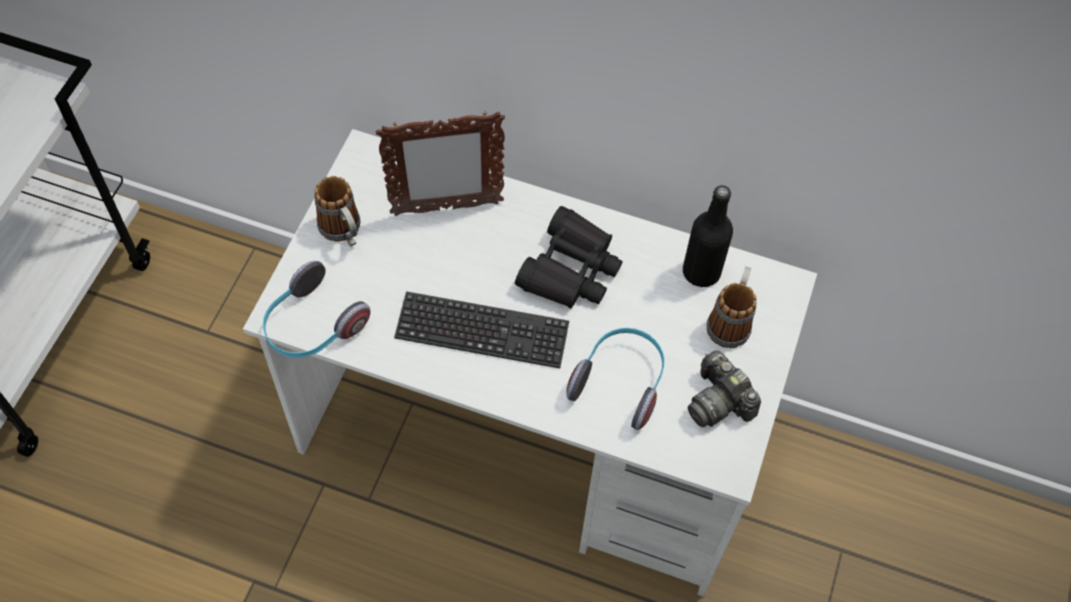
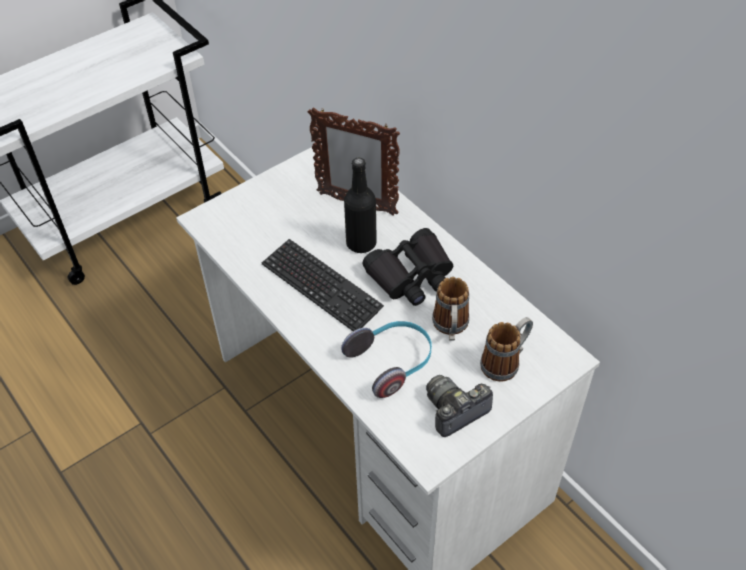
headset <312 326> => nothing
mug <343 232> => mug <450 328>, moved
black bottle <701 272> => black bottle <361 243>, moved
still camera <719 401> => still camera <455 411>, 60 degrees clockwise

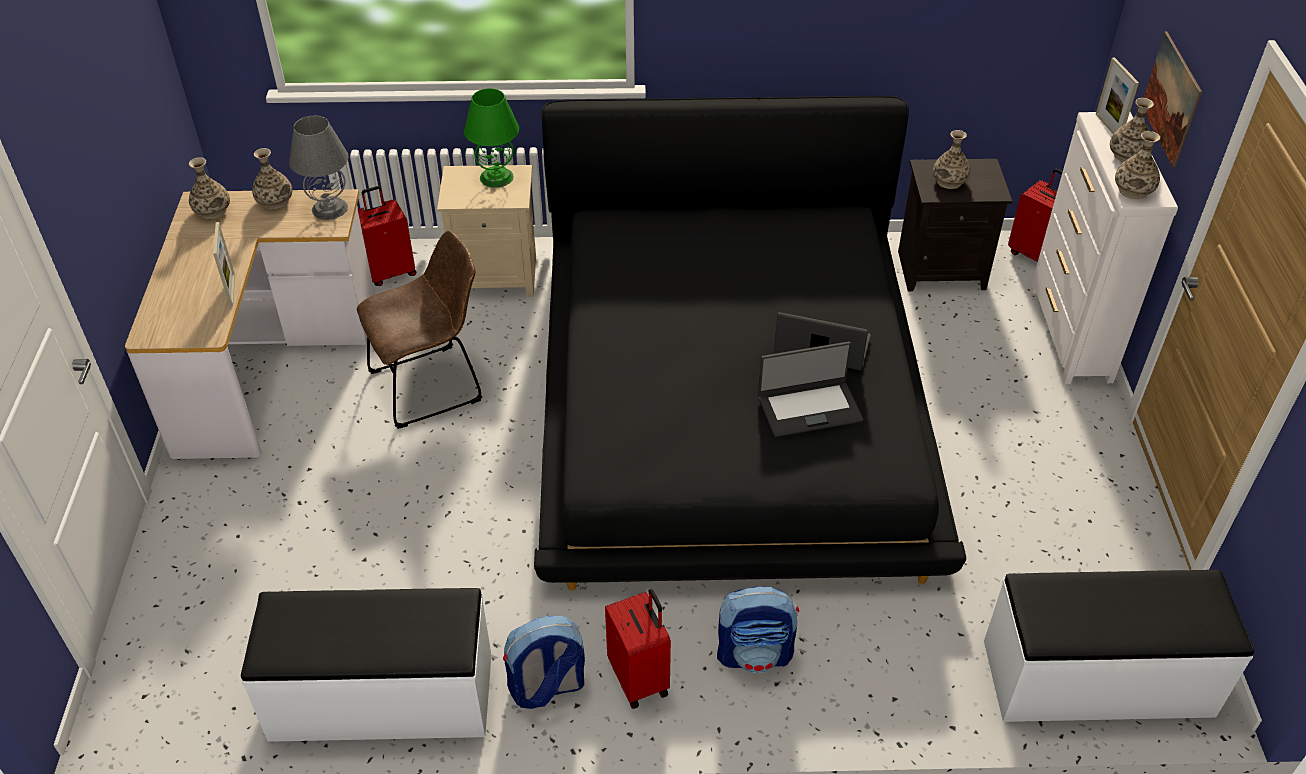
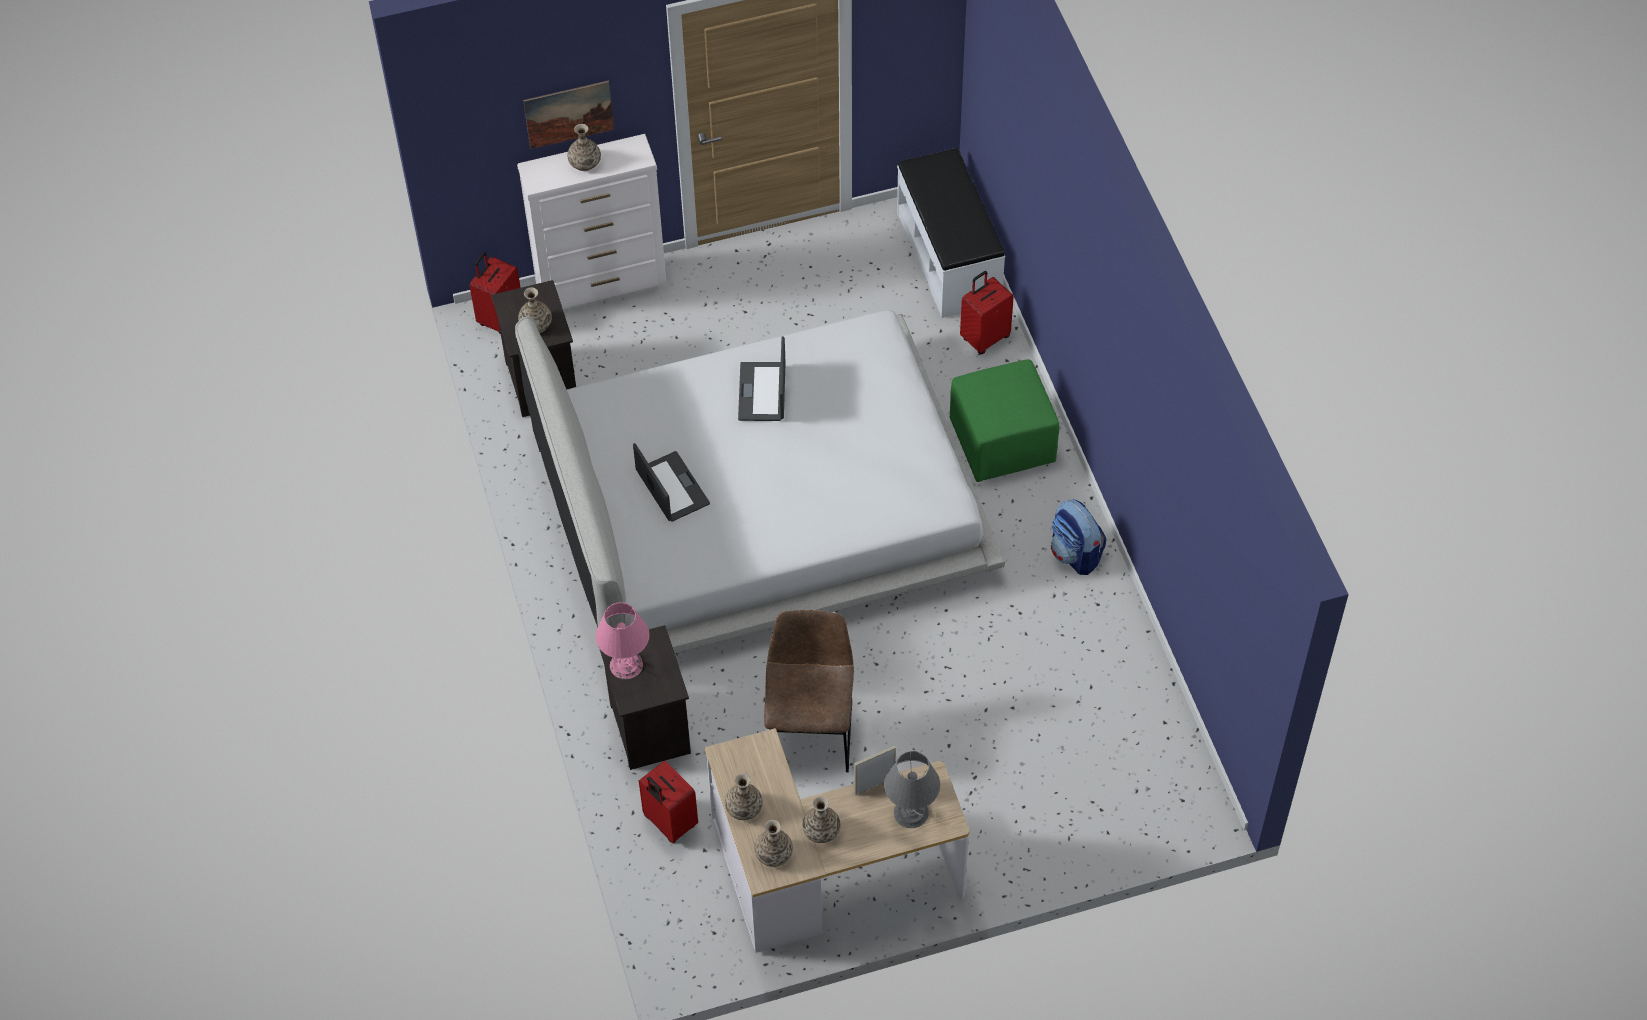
whitish long seat <382 698> => nothing
gray lamp for a table <330 208> => gray lamp for a table <910 812>, moved
brownish upright chair <431 384> => brownish upright chair <810 730>, 45 degrees clockwise
sand-coloured night table <497 276> => black night table <648 727>
green lamp for a table <496 177> => pinkish lamp for a table <626 665>
black bed <730 402> => whitish bed <759 505>
red-coloured piece of luggage <640 678> => red-coloured piece of luggage <984 337>, moved
knapsack <755 653> => green footrest <1001 441>
portable computer <809 408> => portable computer <671 488>, moved
picture frame <1108 126> => nothing
decorative vase <1133 190> => decorative vase <821 831>, moved

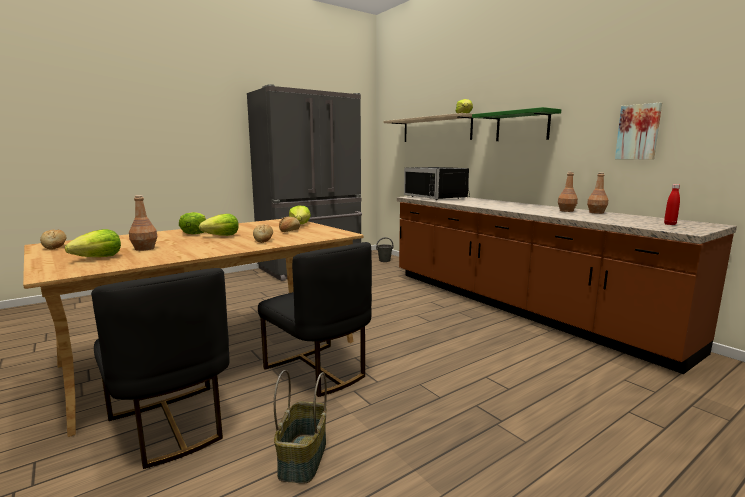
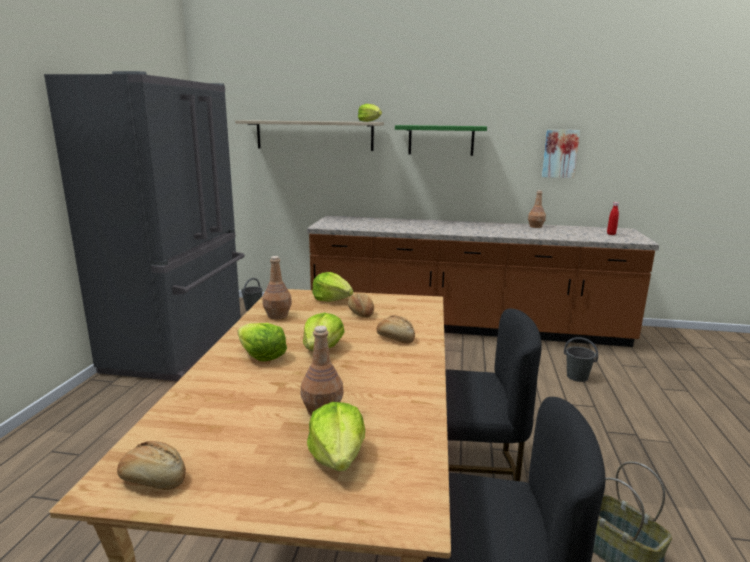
black kitchen microwave <438 197> => nothing
brownish bottle <566 211> => brownish bottle <278 315>, moved
nothing => gray bucket <577 377>

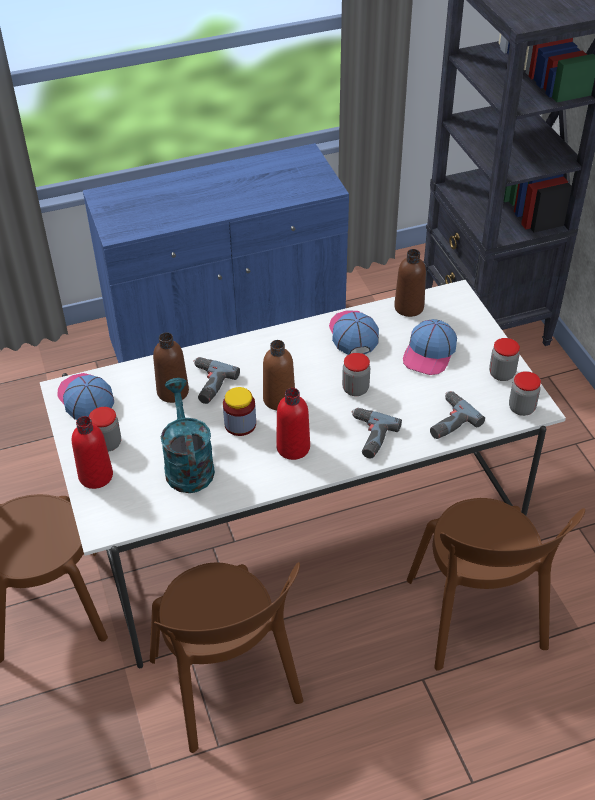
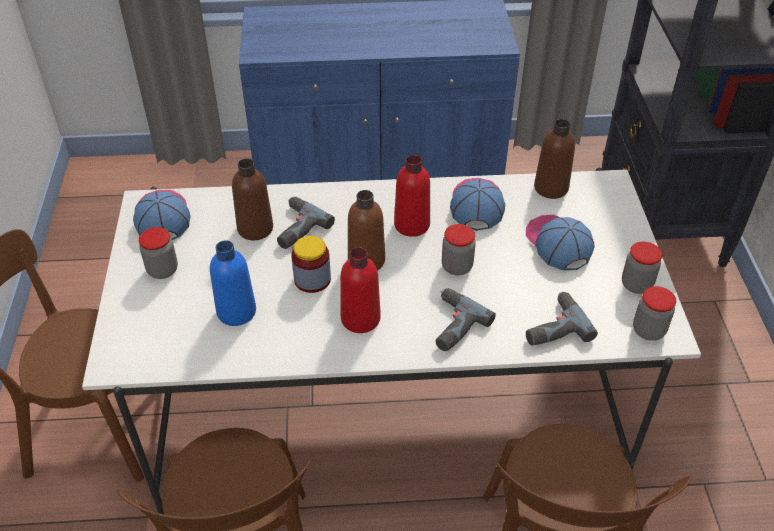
red-coloured bottle <96 476> => red-coloured bottle <412 225>, moved
blue-green watering can <187 464> => blue-coloured bottle <236 312>
cap <429 353> => cap <557 243>, 120 degrees clockwise

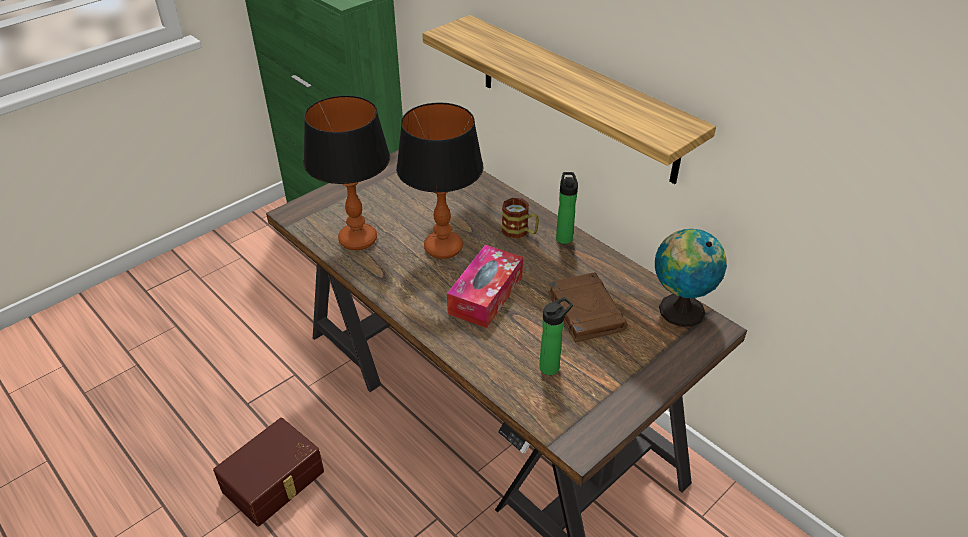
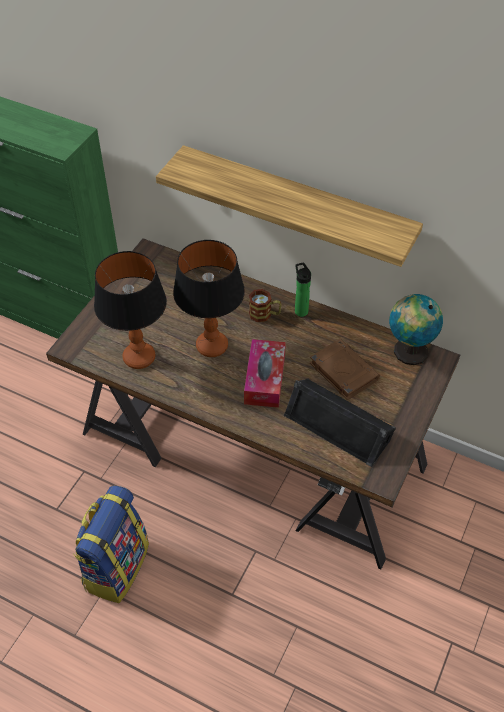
brownish storage bin <275 482> => knapsack <116 565>
bottle <552 366> => black audio speaker <339 425>

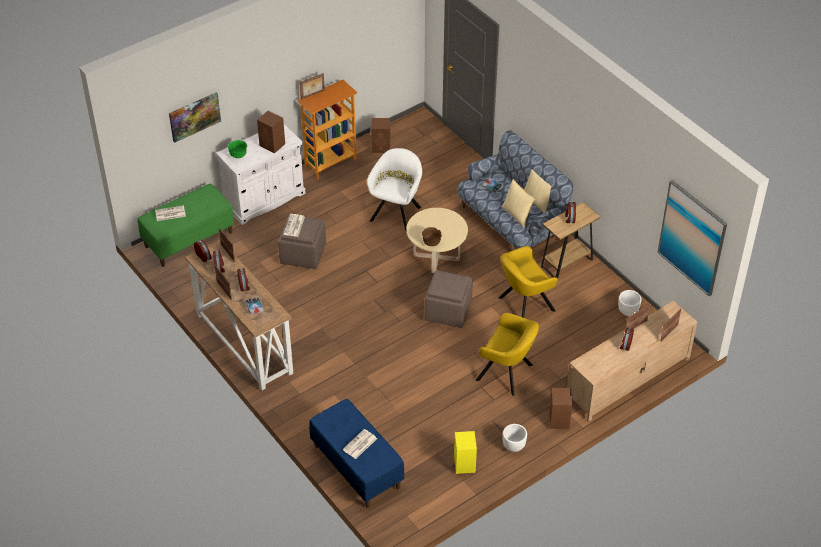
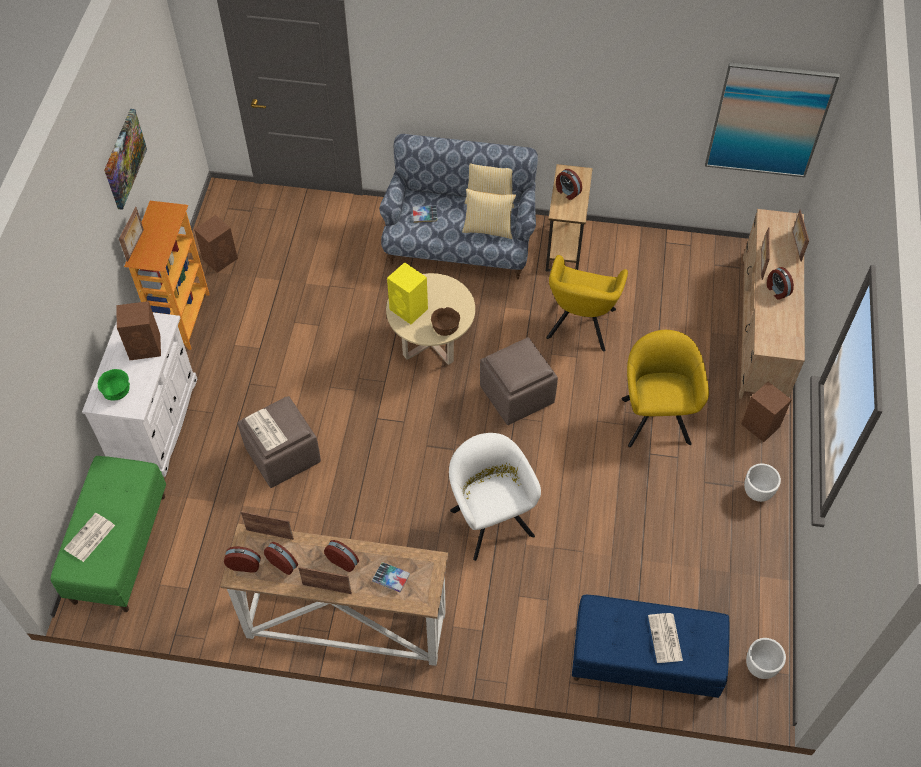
wall art <194 116> => wall art <124 158>, moved
whitish easy chair <396 212> => whitish easy chair <490 518>, moved
yellowish audio speaker <464 464> => yellowish audio speaker <409 309>, moved
yellowish easy chair <507 373> => yellowish easy chair <655 416>, 75 degrees counterclockwise
whitish planter <628 311> => whitish planter <760 666>, moved

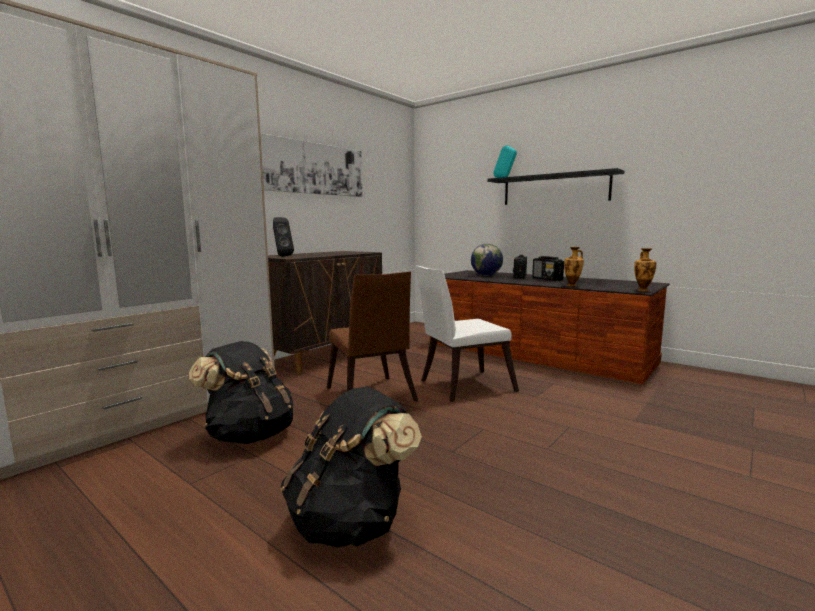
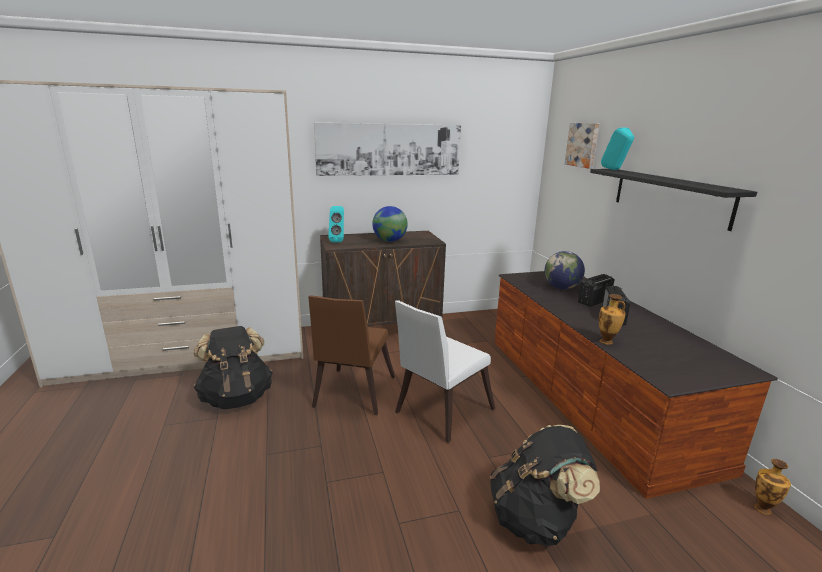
black audio speaker <282 256> => blue-green audio speaker <338 241>
black knapsack <351 522> => black knapsack <535 519>, moved
whitish upright chair <461 386> => whitish upright chair <439 413>, 60 degrees counterclockwise
decorative vase <643 290> => decorative vase <763 508>, moved
nothing => desk globe <389 241>
nothing => wall art <583 145>

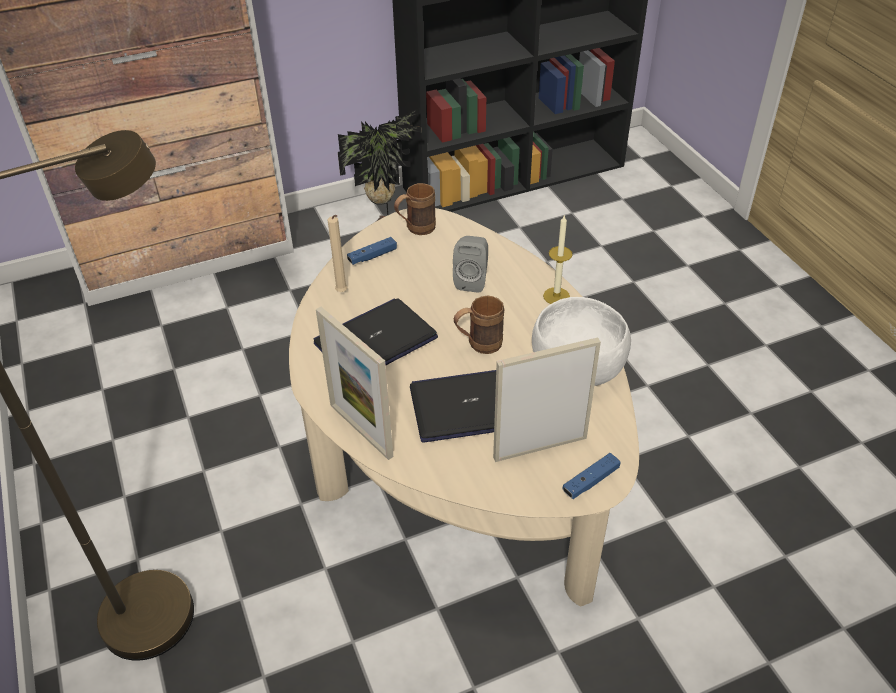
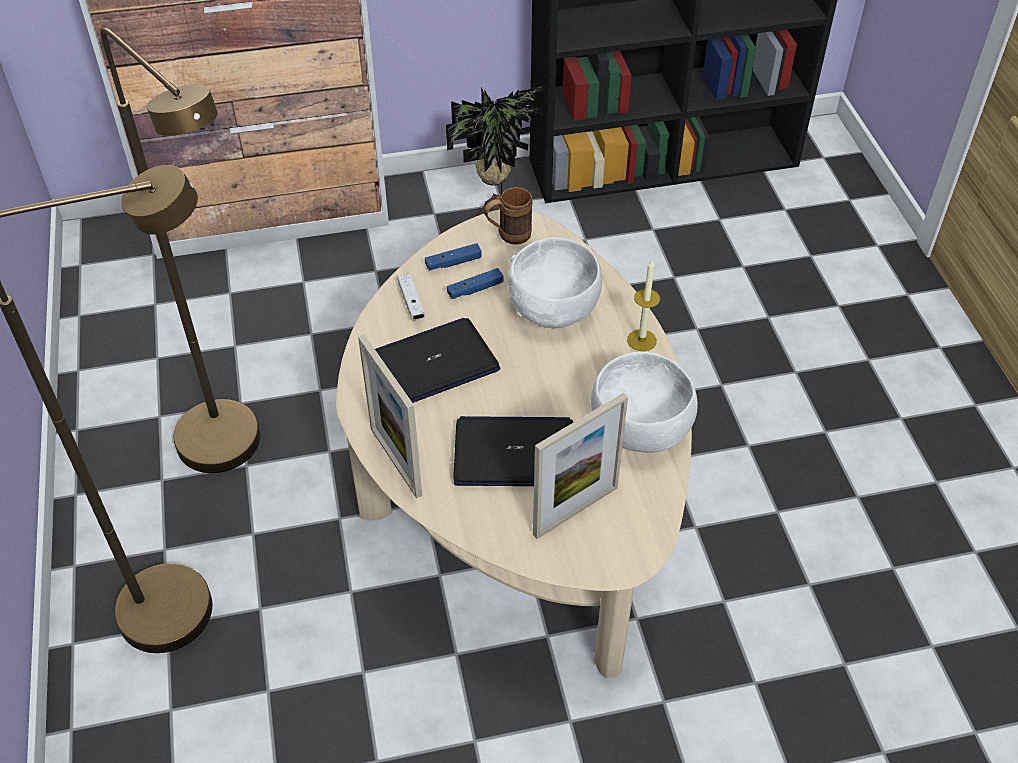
sand-coloured candle <342 293> => whitish joypad <411 302>
gray audio speaker <472 280> => whitish deep dish <554 308>
brownish mug <478 345> => nothing
picture frame <540 448> => picture frame <575 511>, 150 degrees clockwise
blue-coloured joypad <590 481> => blue-coloured joypad <475 289>, moved
nothing => brownish standard lamp <234 453>

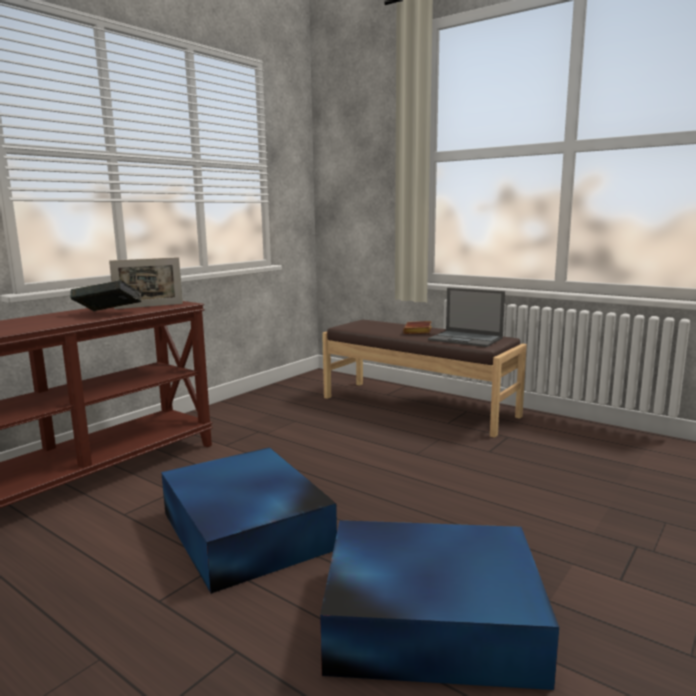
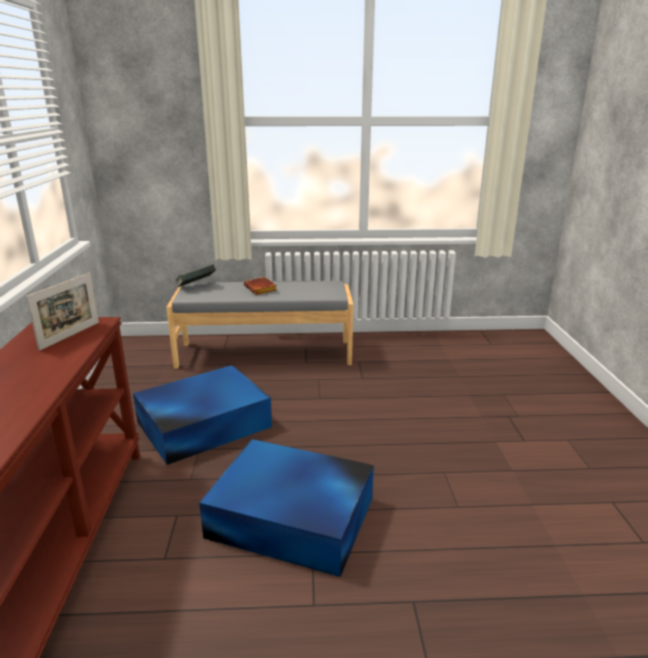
volume <108 313> => volume <196 287>, moved
blue-coloured storage bin <428 619> => blue-coloured storage bin <202 424>, moved
brownish long seat <418 406> => gray long seat <265 353>
portable computer <466 339> => nothing

